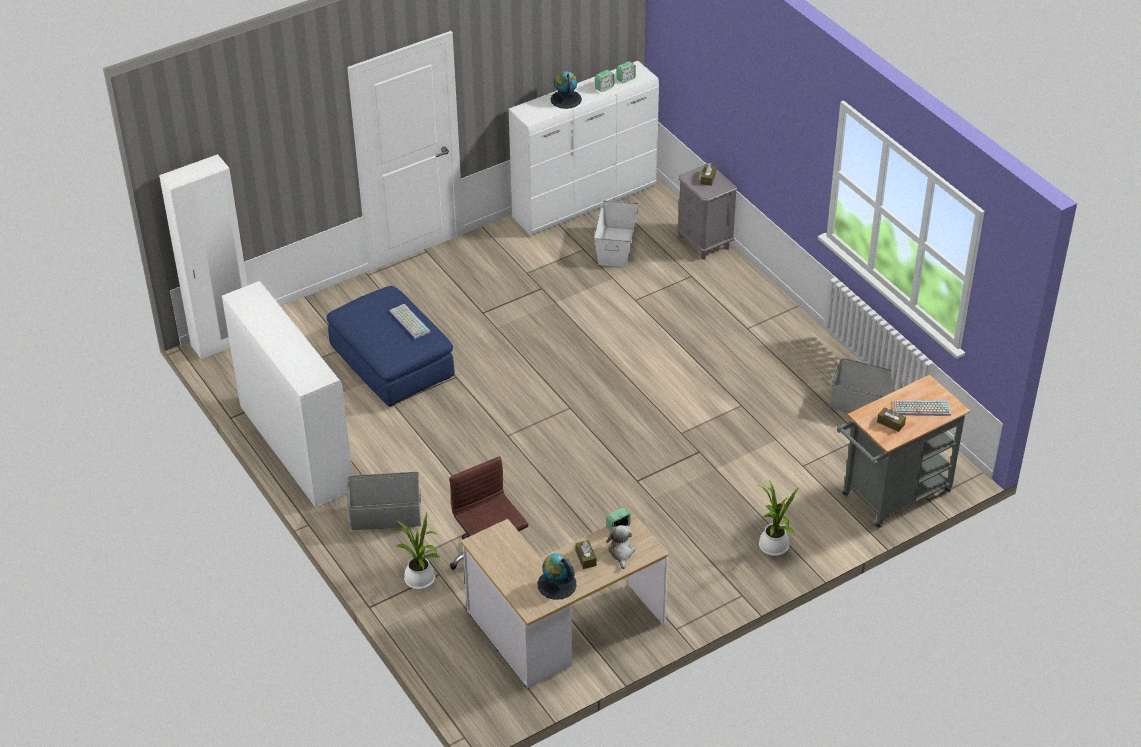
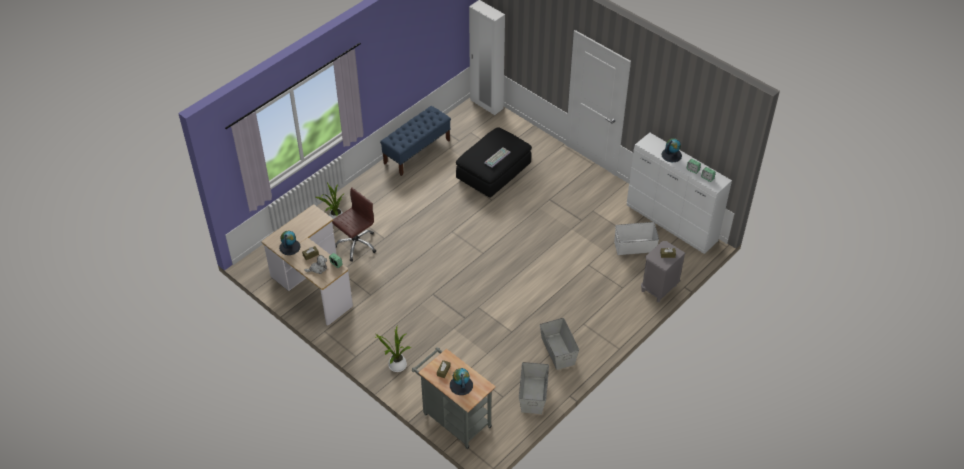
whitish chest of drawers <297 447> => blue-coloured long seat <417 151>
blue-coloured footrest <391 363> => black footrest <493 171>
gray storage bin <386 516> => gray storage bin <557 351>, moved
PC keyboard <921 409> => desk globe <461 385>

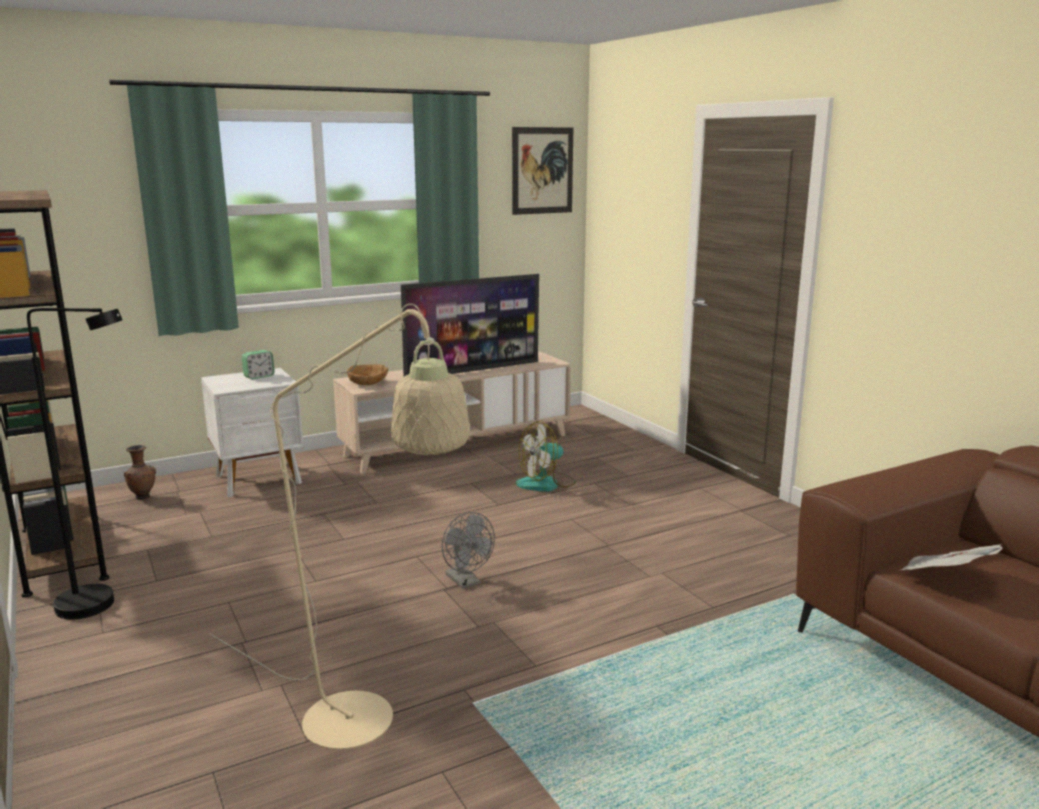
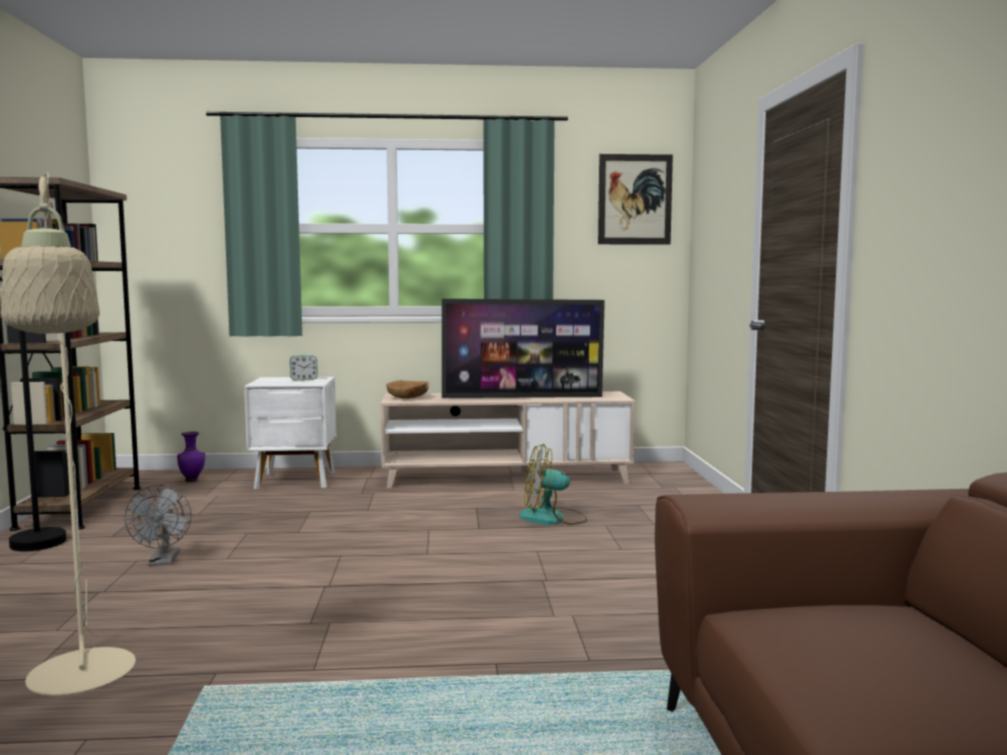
brownish decorative vase <143 497> => purple decorative vase <192 480>
gray fan <466 582> => gray fan <163 561>, moved
daily paper <945 579> => nothing

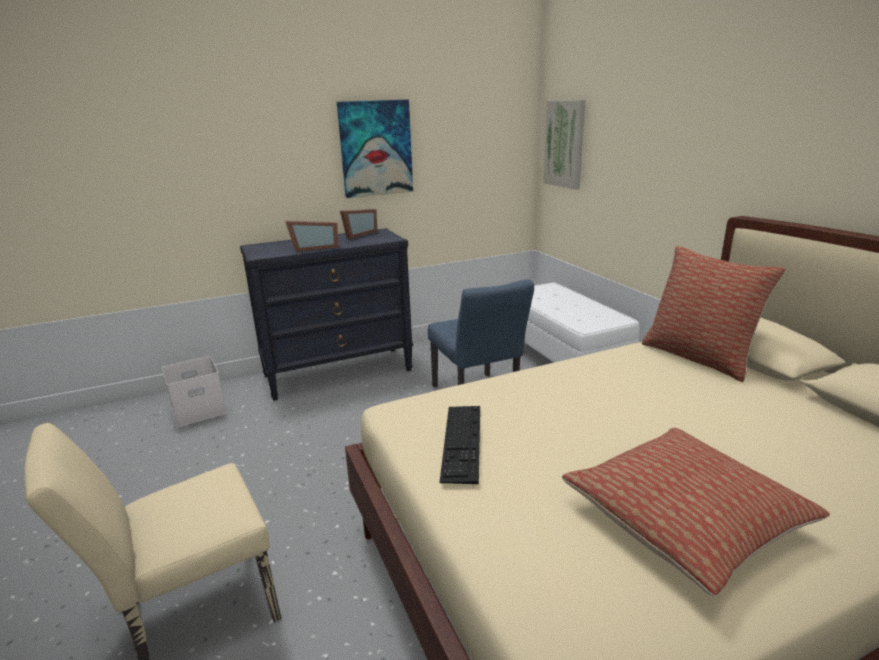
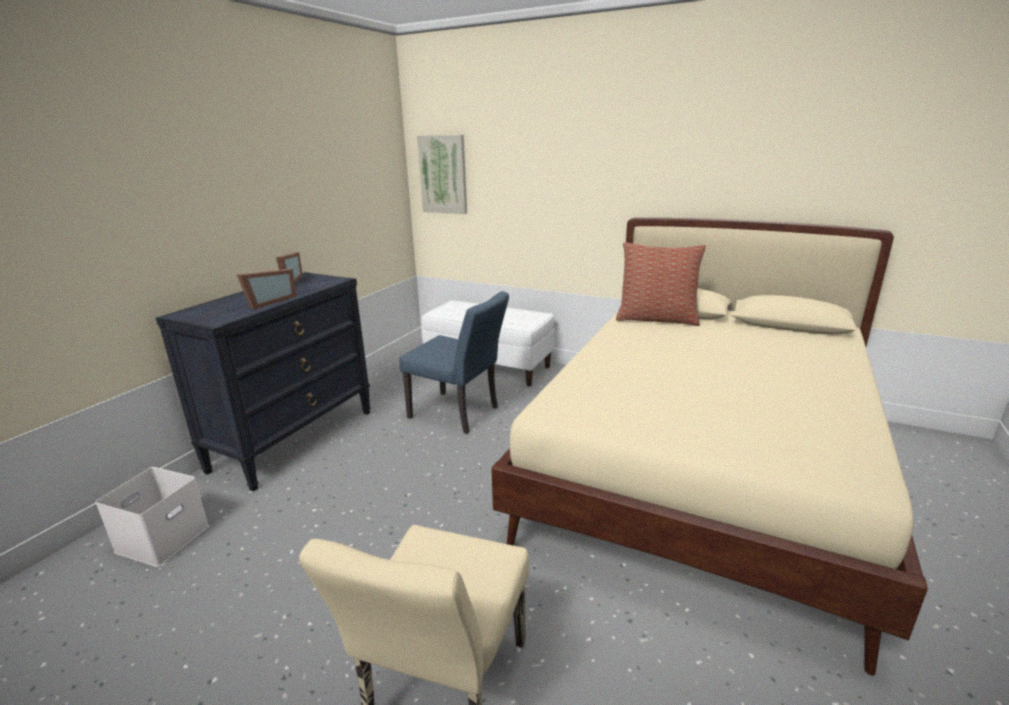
wall art <376 148> => nothing
PC keyboard <462 441> => nothing
cushion <684 520> => nothing

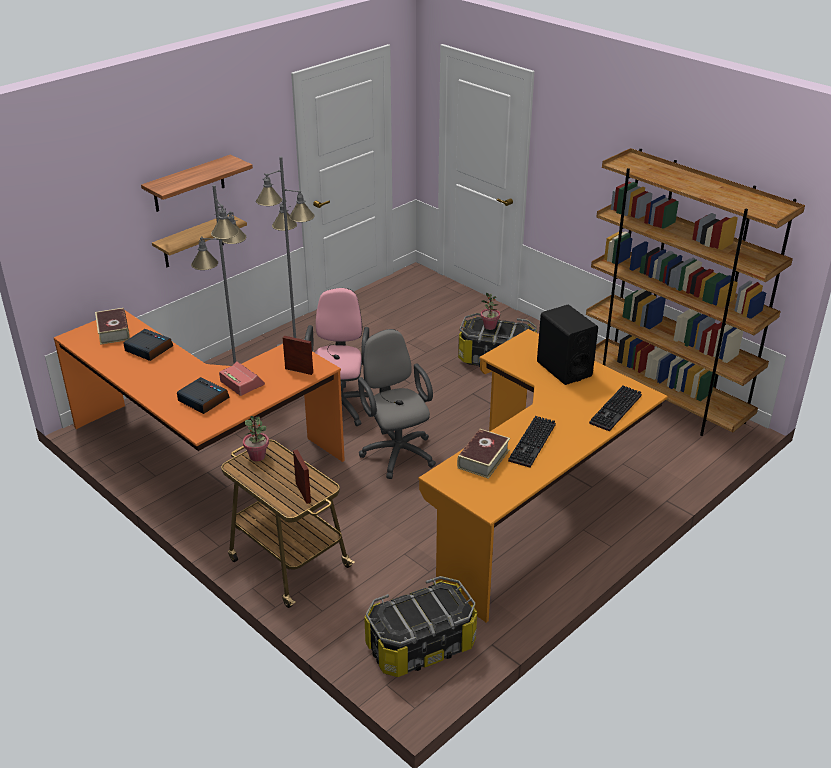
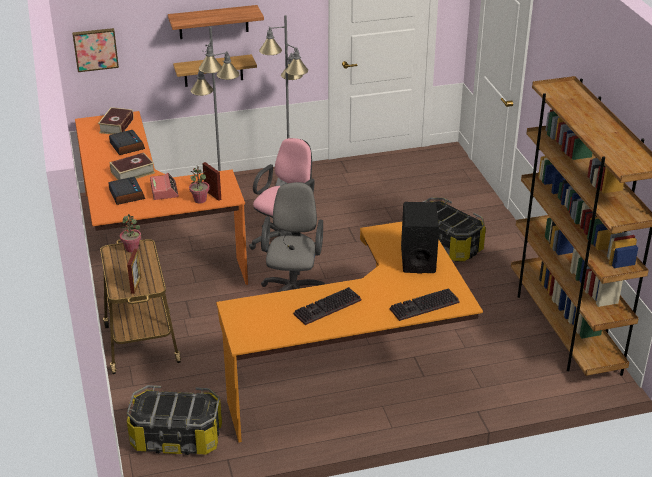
volume <483 459> => volume <132 172>, moved
plant in a pot <489 327> => plant in a pot <200 200>, moved
nothing => wall art <95 49>

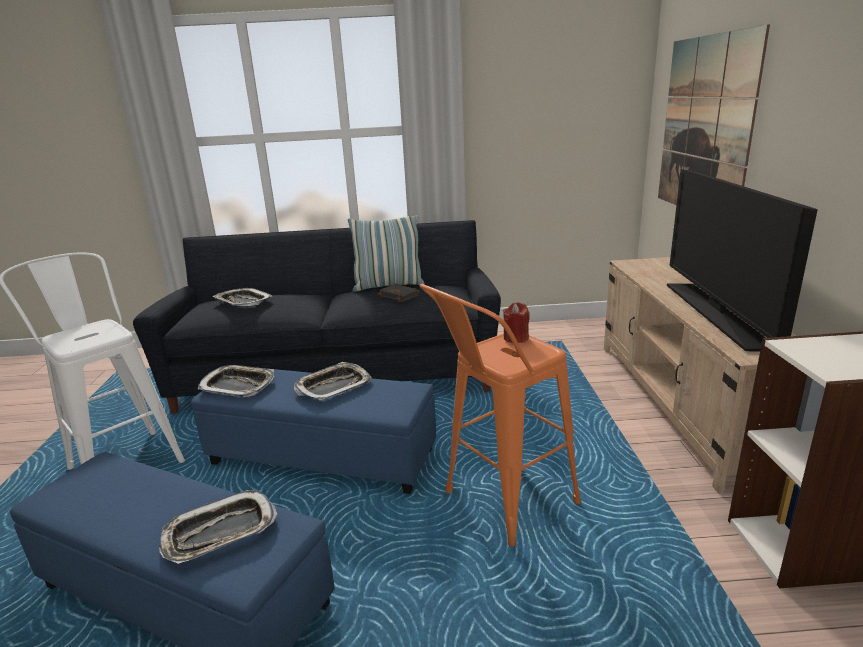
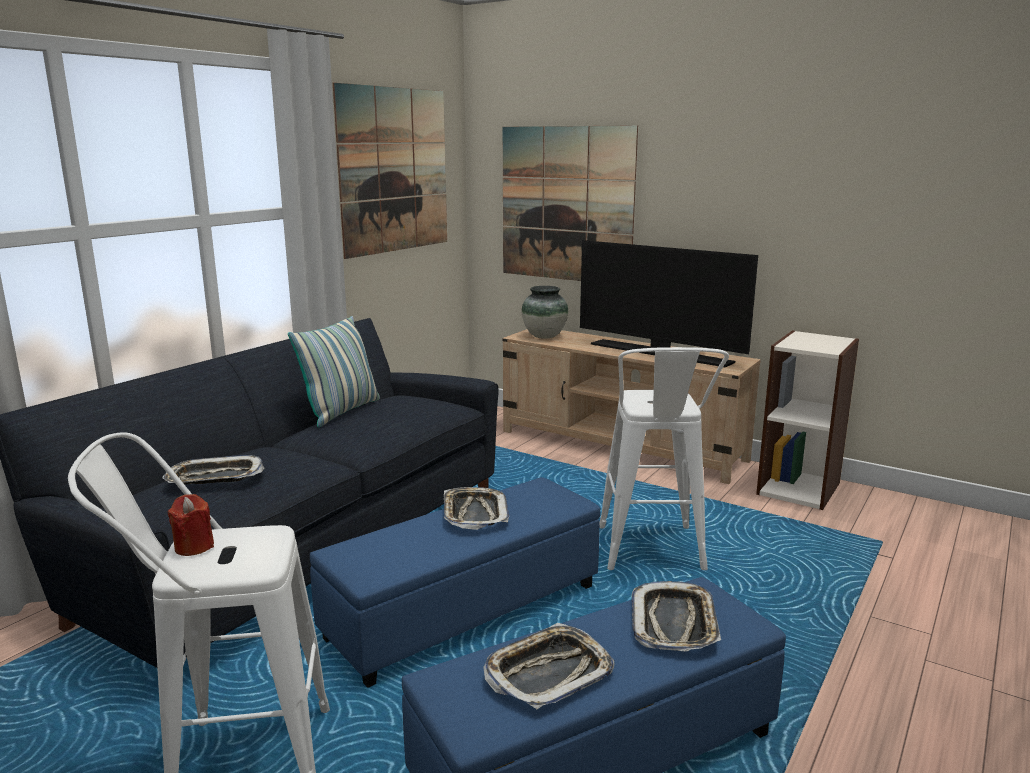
tray <238 385> => tray <548 673>, moved
black volume <400 296> => nothing
orange stool seat <500 503> => whitish stool seat <651 555>
red-coloured candle <516 338> => red-coloured candle <194 546>, moved
nothing => wall art <394 170>
nothing => decorative vase <545 336>

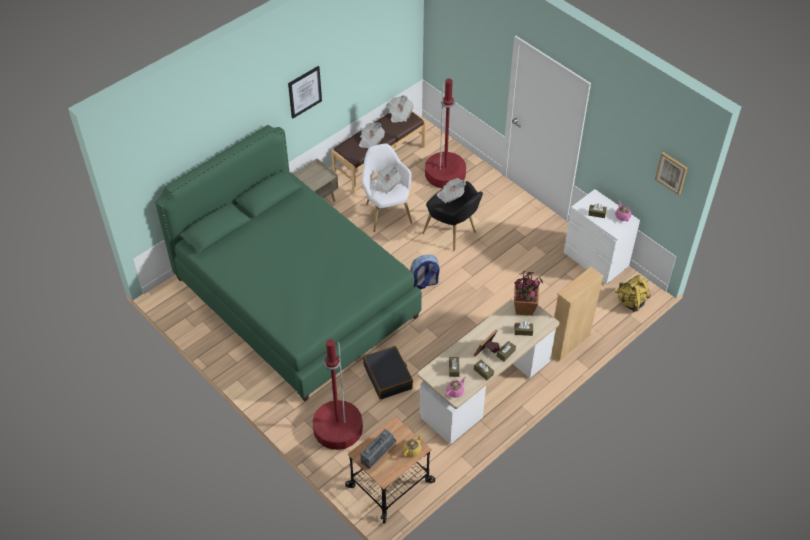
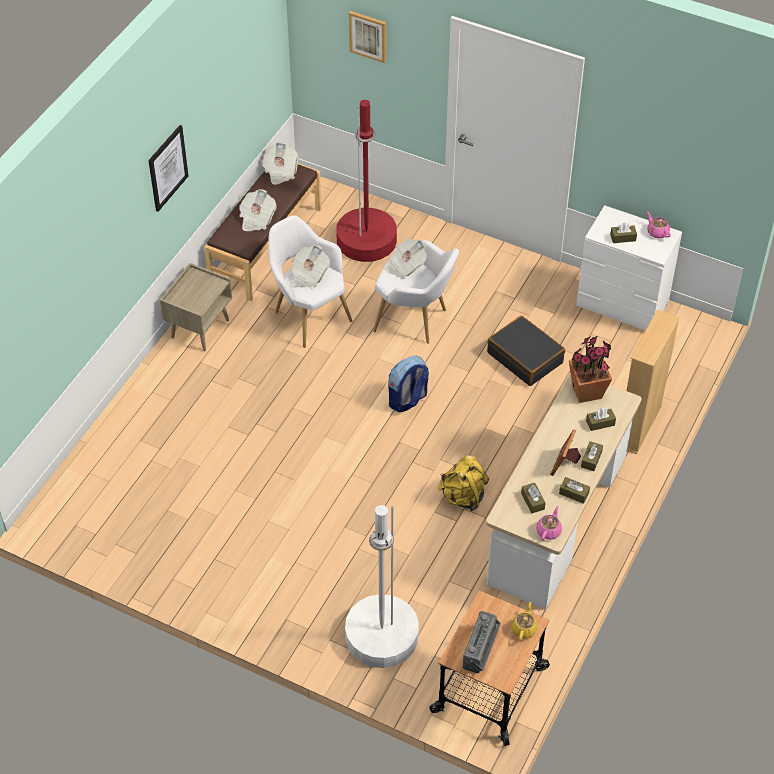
green bed <295 297> => nothing
red-coloured standard lamp <337 428> => whitish standard lamp <381 636>
black piece of luggage <388 377> => black piece of luggage <525 357>, moved
black easy chair <452 234> => whitish easy chair <415 321>
yellowish knapsack <630 302> => yellowish knapsack <463 496>, moved
wall art <671 172> => wall art <368 36>, moved

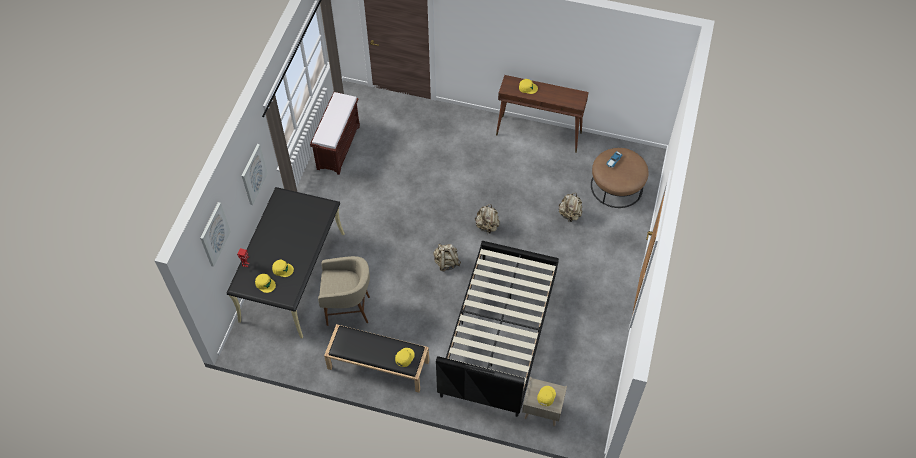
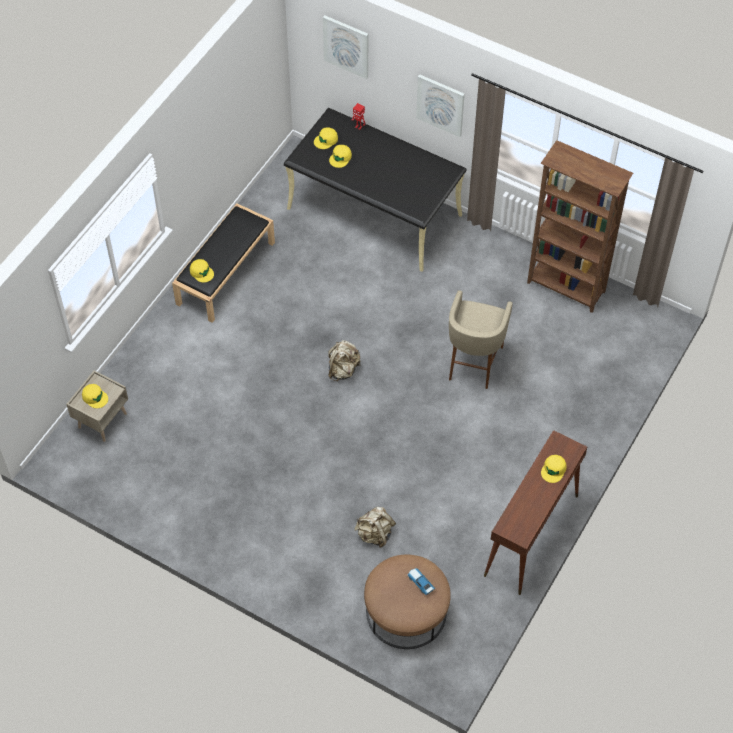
brownish long seat <338 146> => brownish bookshelf <566 288>
sand-coloured stool seat <348 309> => sand-coloured stool seat <474 363>, moved
black bed <499 333> => nothing
sand-coloured knapsack <487 226> => nothing

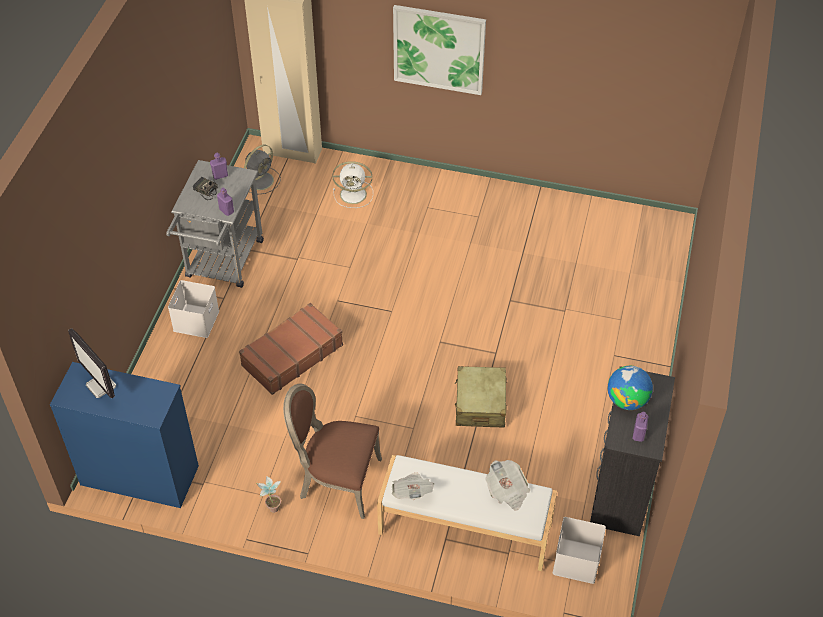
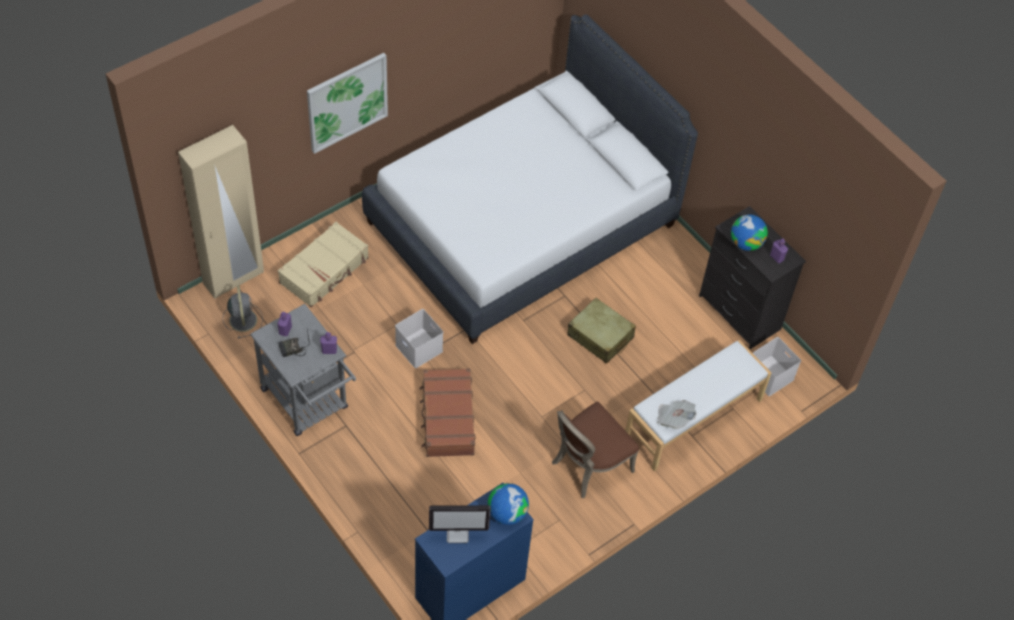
whitish storage bin <195 320> => whitish storage bin <418 348>, moved
plant in a pot <272 506> => nothing
whitish fan <354 194> => sand-coloured piece of luggage <325 271>
daily paper <507 491> => nothing
nothing => whitish bed <522 223>
nothing => desk globe <507 513>

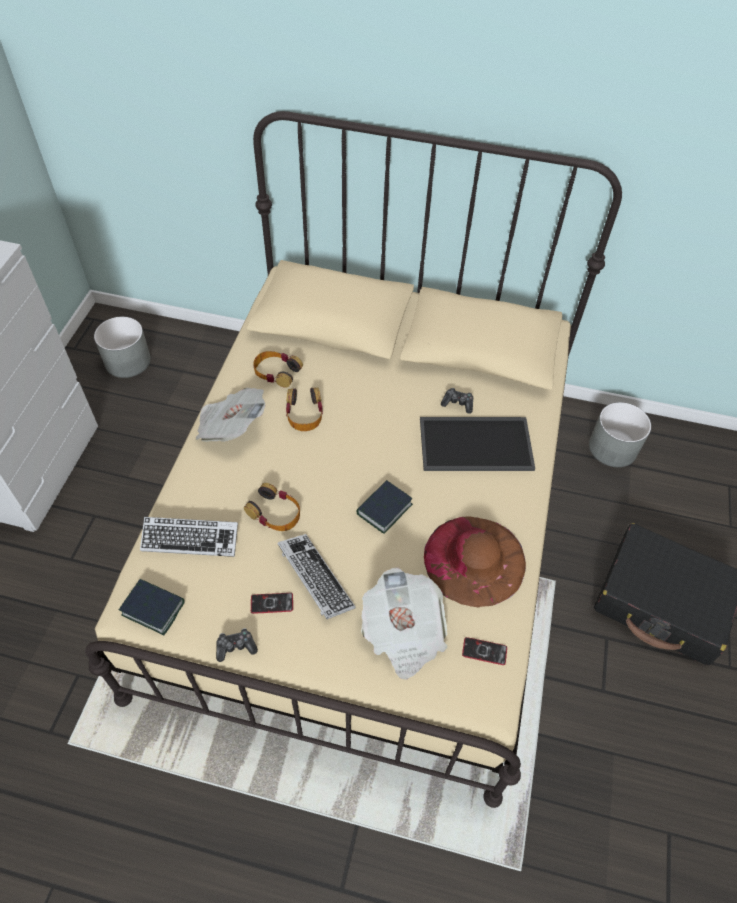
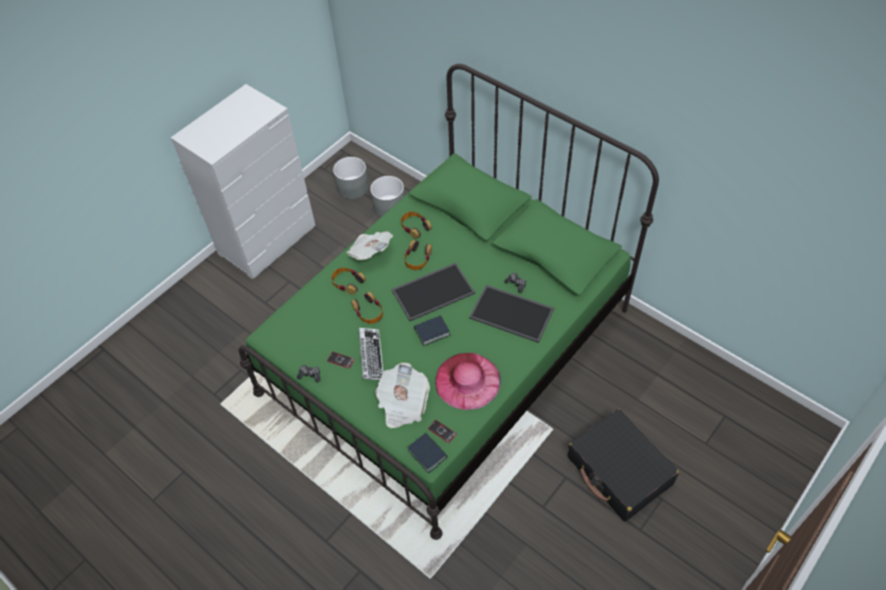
sand-coloured bed <366 530> => green bed <446 350>
volume <153 608> => volume <427 454>, moved
PC keyboard <190 539> => nothing
brownish hat <474 560> => pinkish hat <467 380>
gray planter <612 447> => gray planter <389 207>, moved
nothing => headset <347 282>
nothing => tray <433 291>

